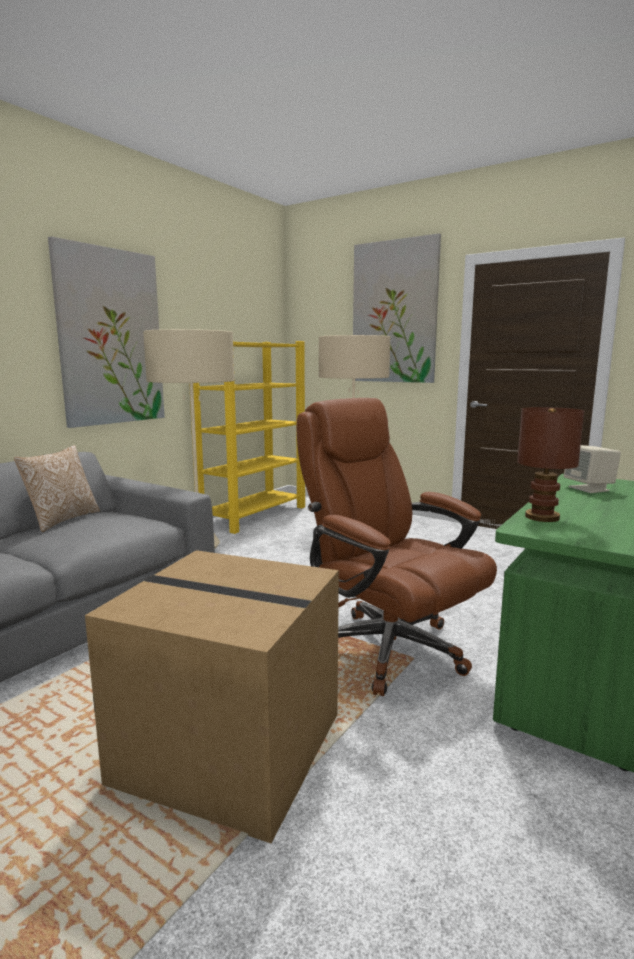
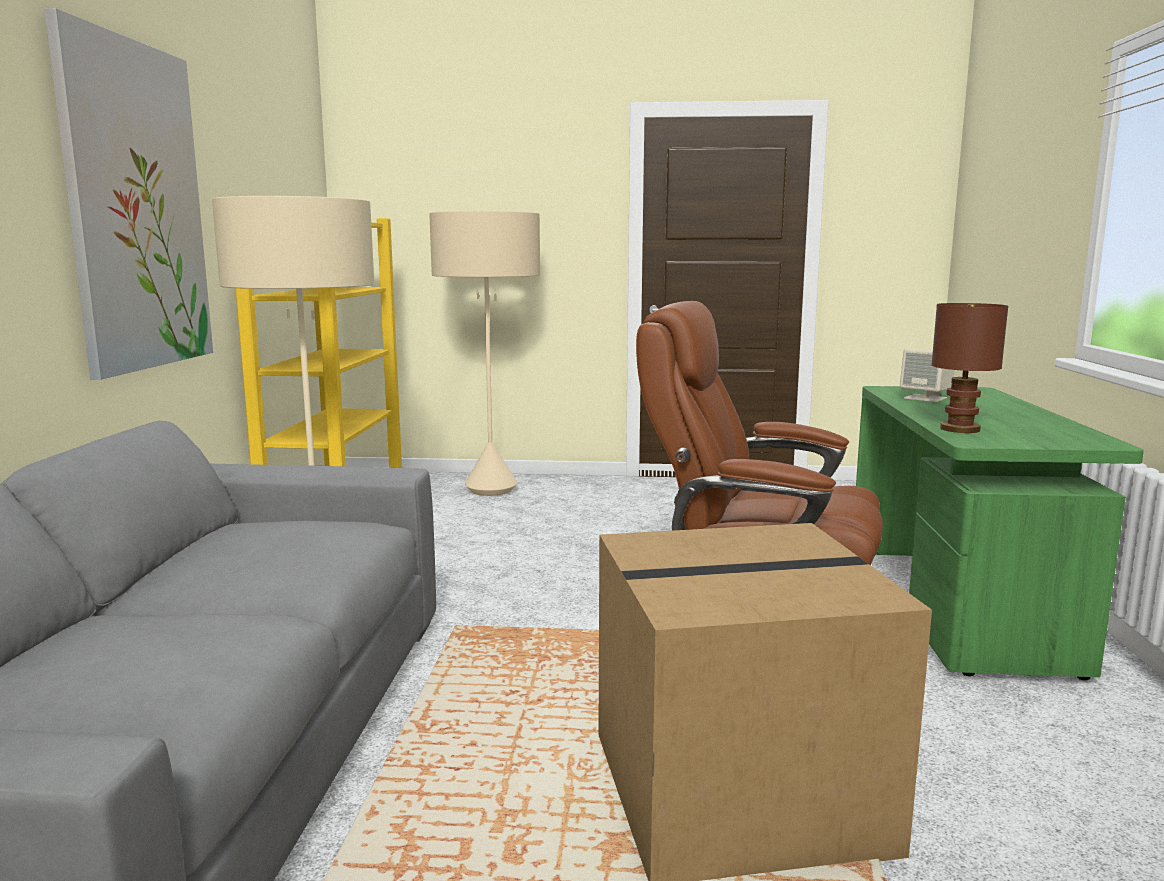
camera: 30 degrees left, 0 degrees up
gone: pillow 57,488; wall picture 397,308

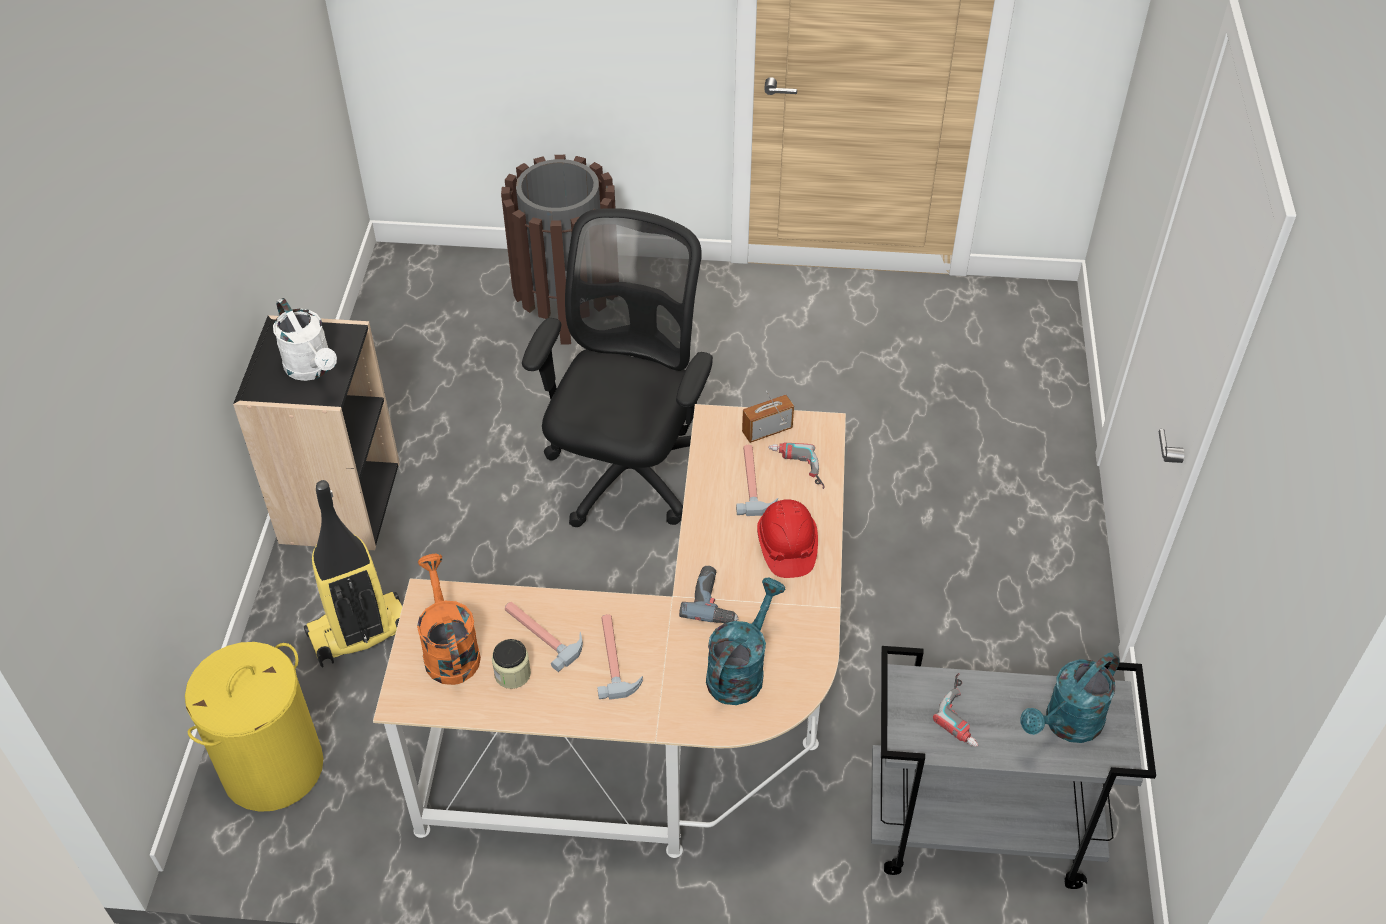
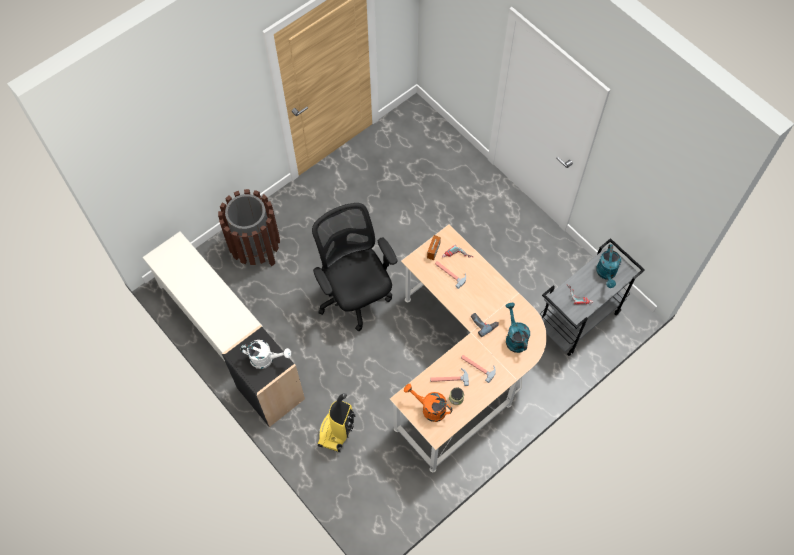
camera: 45 degrees left, 15 degrees up
gone: washing basket/yellow 254,727; work helmet/red 787,539
new: shoe rack/whitish 202,296

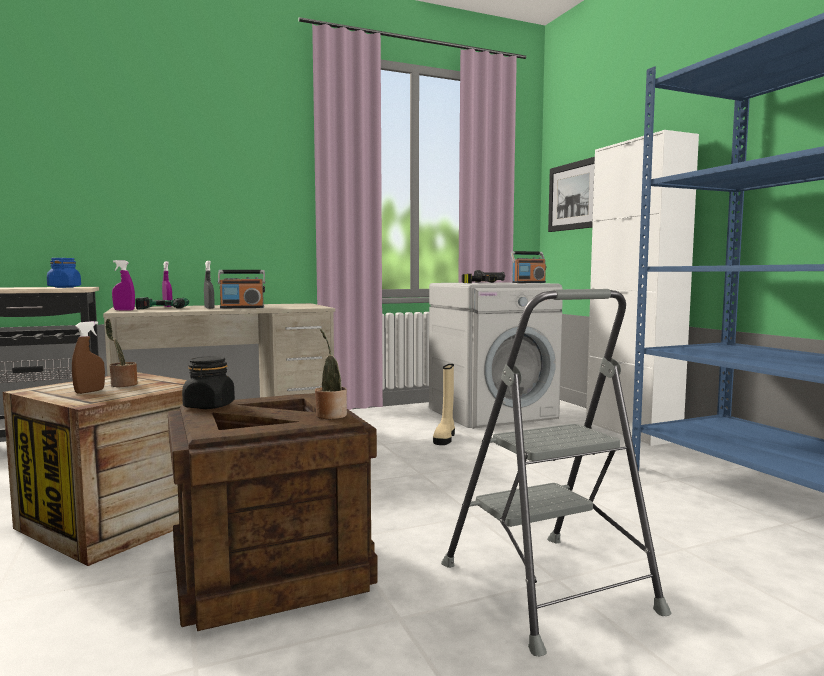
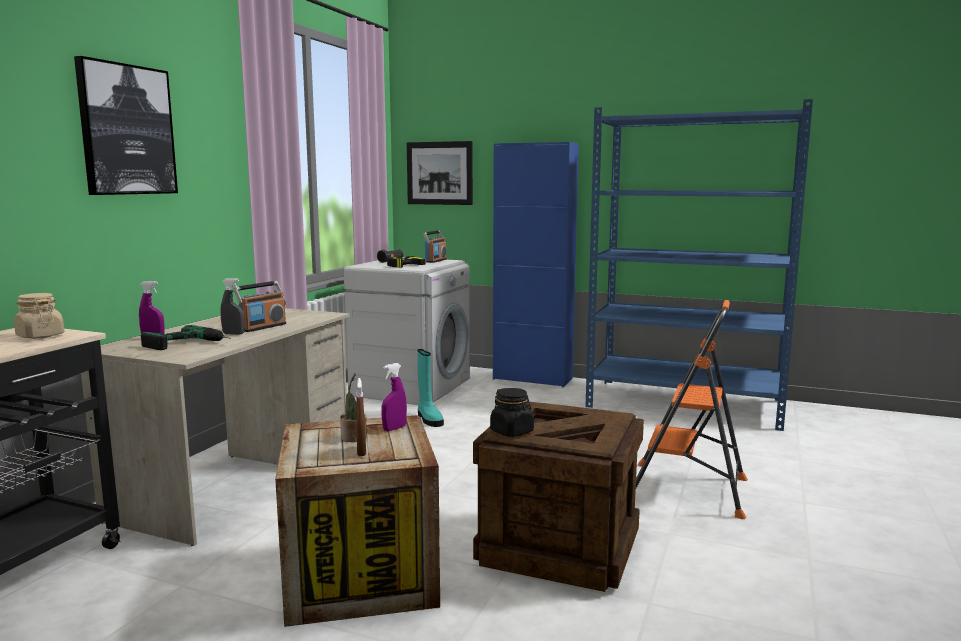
camera: 45 degrees left, 5 degrees up
gone: houseplant 331,374
new: wall picture 126,125
shifted: hand sprayer/purple-coloured 123,285 to 394,397
repainted: jar/blue-coloured 64,273 to jar/sand-coloured 39,316; tall boot/sand-coloured 444,404 to tall boot/turquoise 431,388; storage cabinet/whitish 642,288 to storage cabinet/blue-coloured 536,264; stepladder/greyish 556,472 to stepladder/orange 692,409

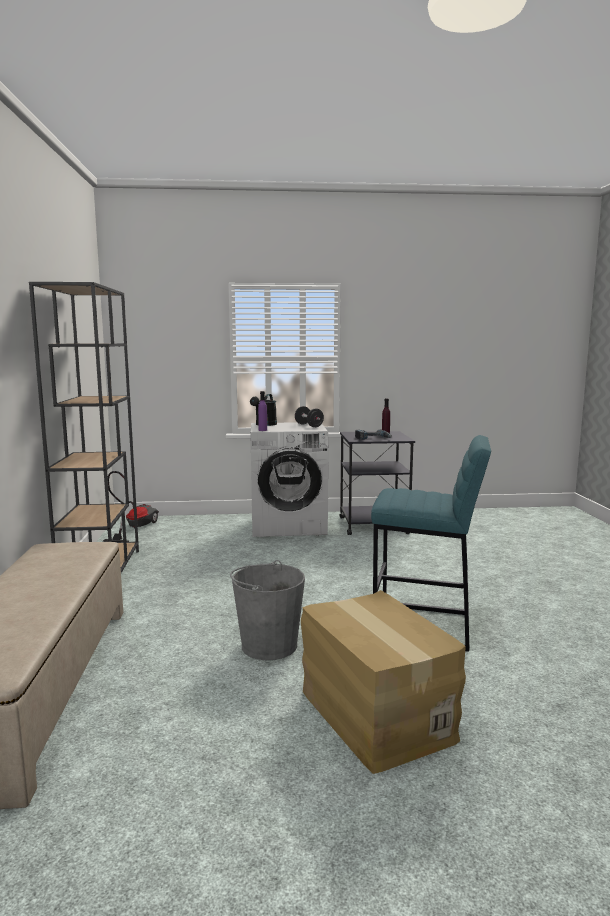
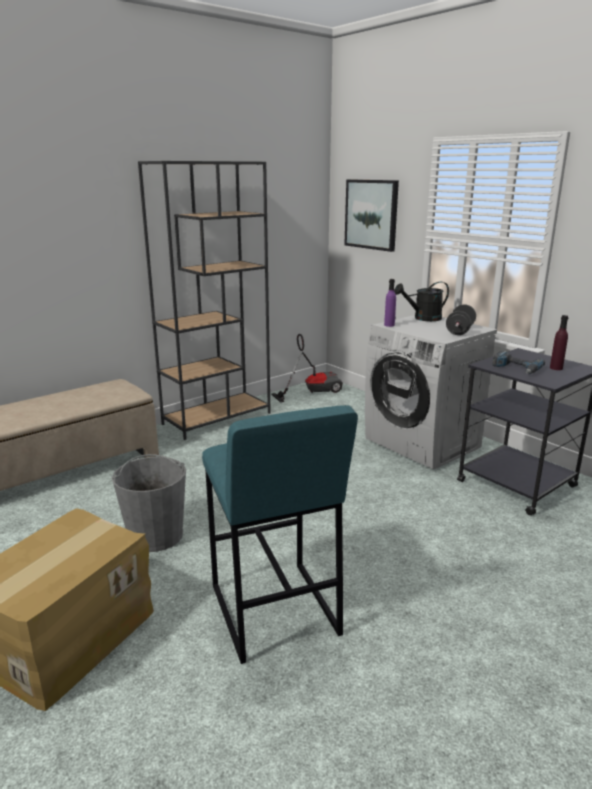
camera: 55 degrees right, 10 degrees up
new: wall picture 371,215

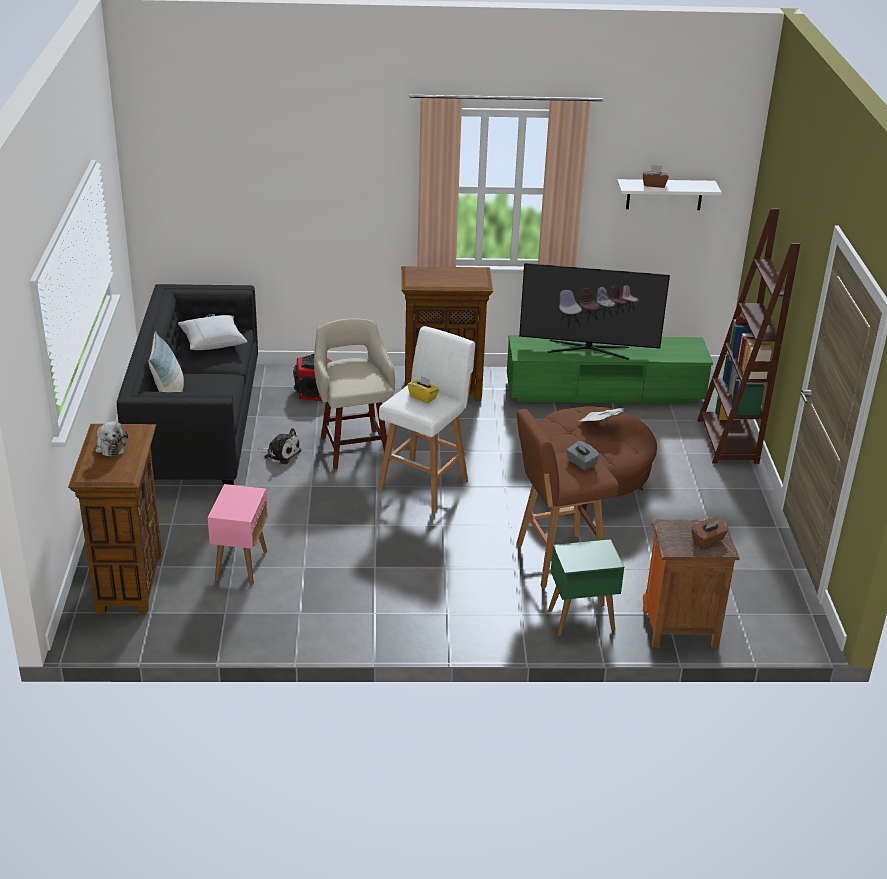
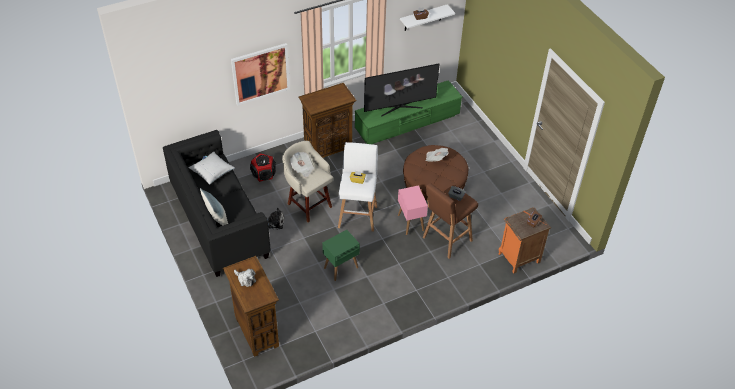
camera: 25 degrees left, 15 degrees up
gone: bookcase/brown 748,336
new: wall picture 260,74; printed paper 302,164
shifted: accent table/green-coloured 586,587 to 341,255; accent table/pinkish 238,535 to 413,210

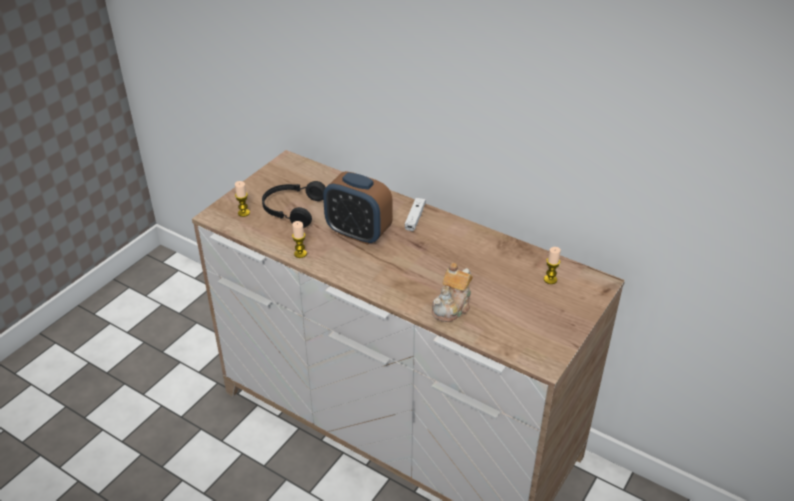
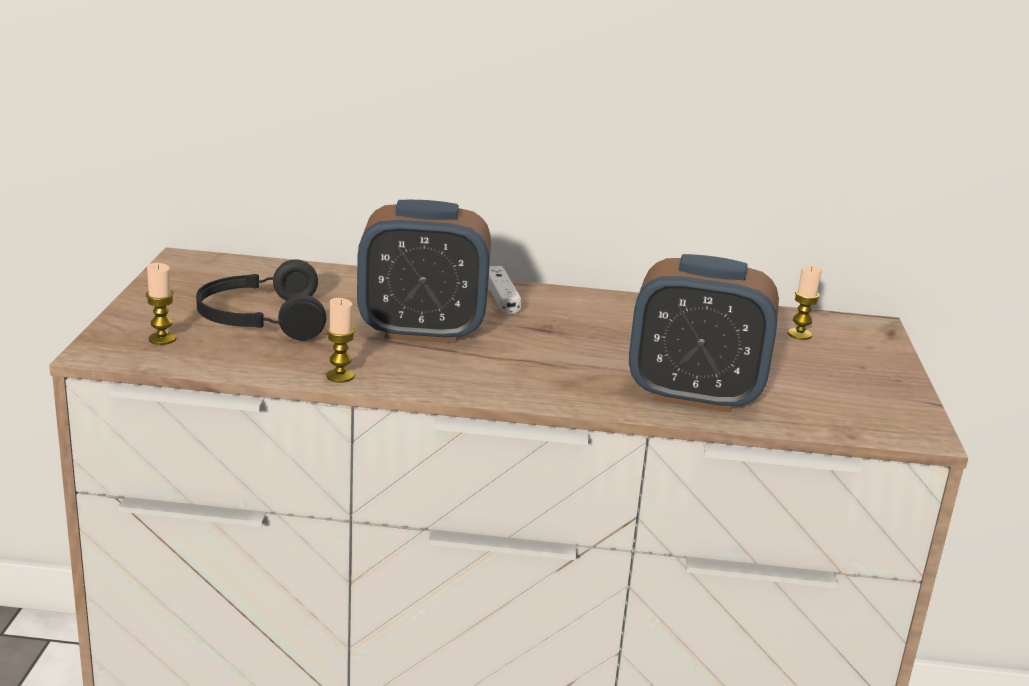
camera: 30 degrees left, 15 degrees down
swapped: teapot 452,292 to alarm clock 704,333

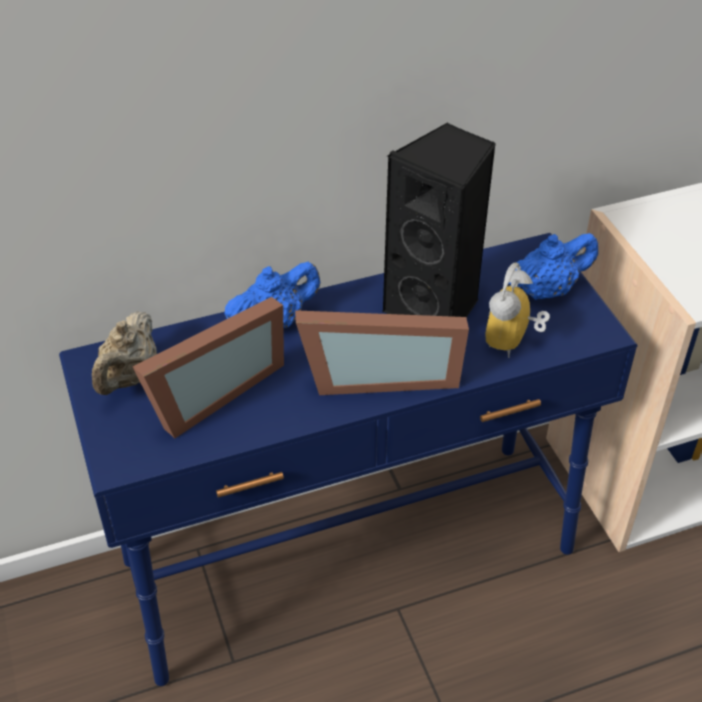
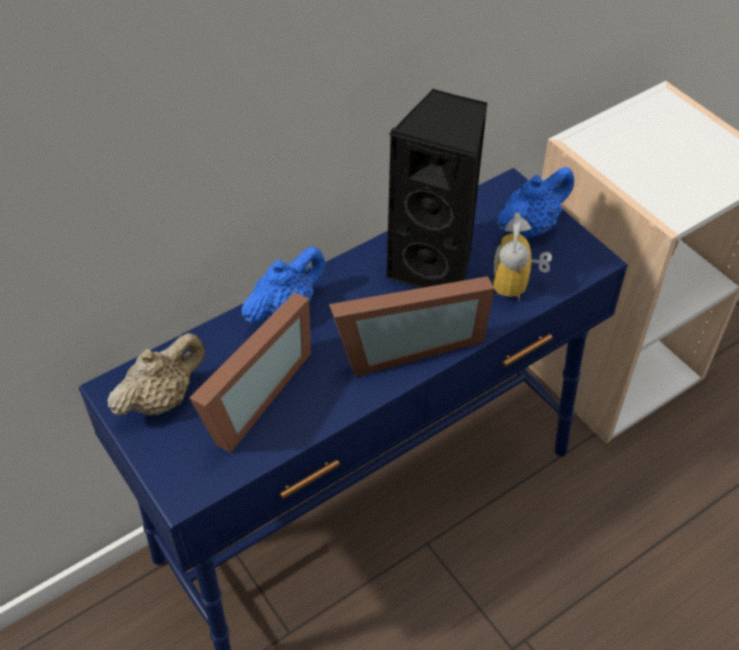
camera: 15 degrees left, 5 degrees up
rotated: teapot/sand-coloured 124,353 = 156,374 135 degrees counterclockwise

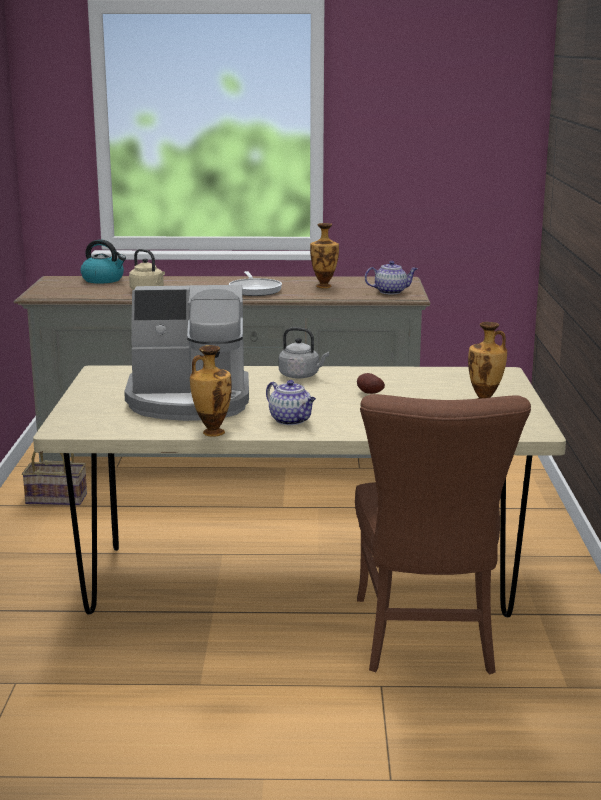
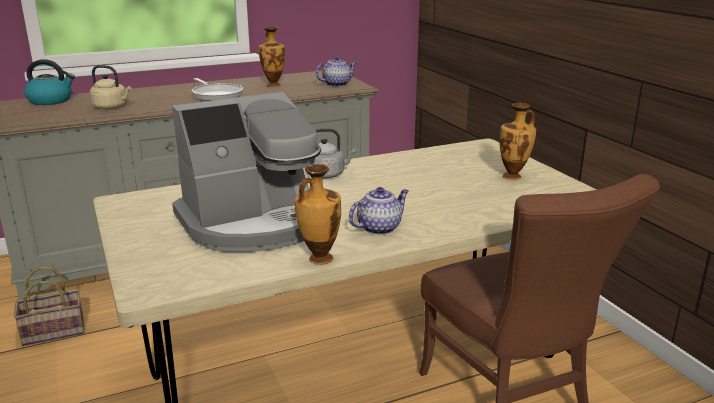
camera: 25 degrees left, 5 degrees up
gone: whole potato 371,383
rotated: teapot 291,402 = 379,211 60 degrees counterclockwise

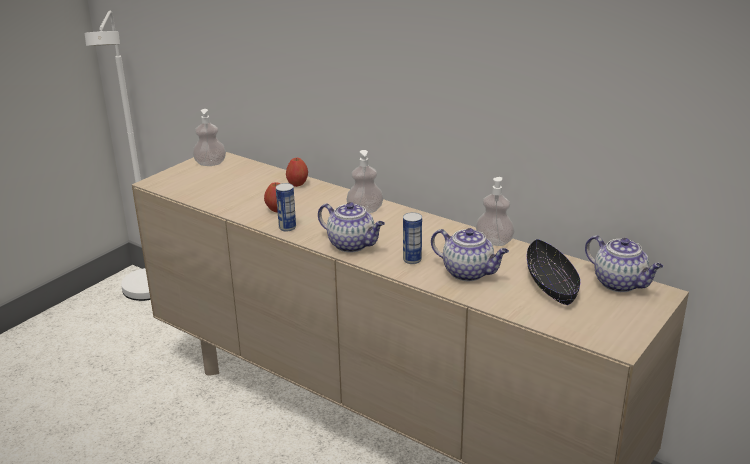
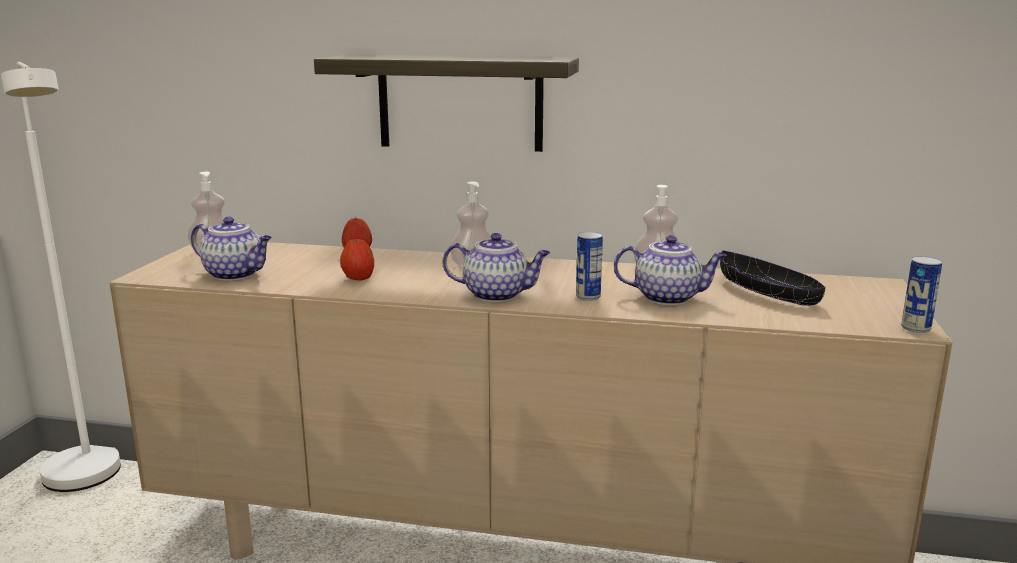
camera: 25 degrees left, 10 degrees down
new: bracket shelf 446,103
shifted: teapot 624,263 to 231,249; metal can 286,207 to 922,294

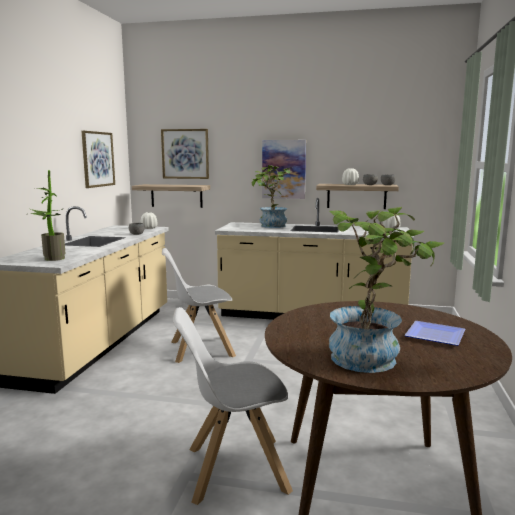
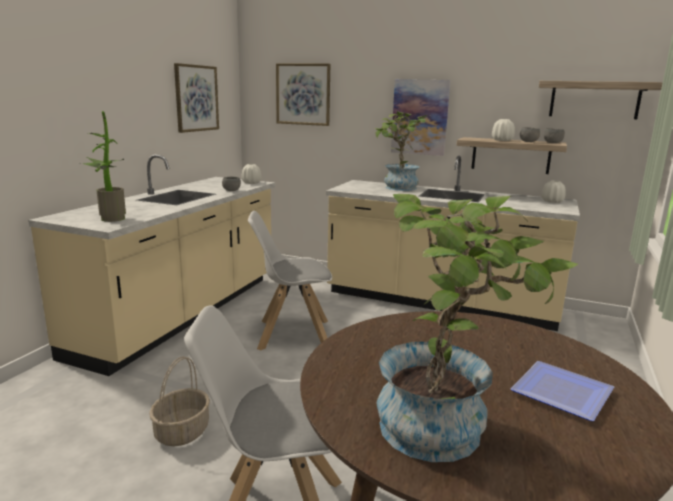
camera: 10 degrees right, 5 degrees up
new: basket 179,401
shifted: bracket shelf 171,196 to 601,100

